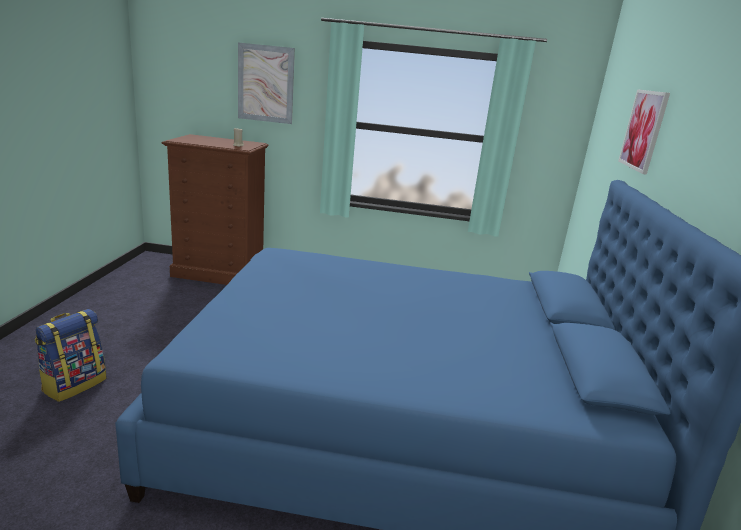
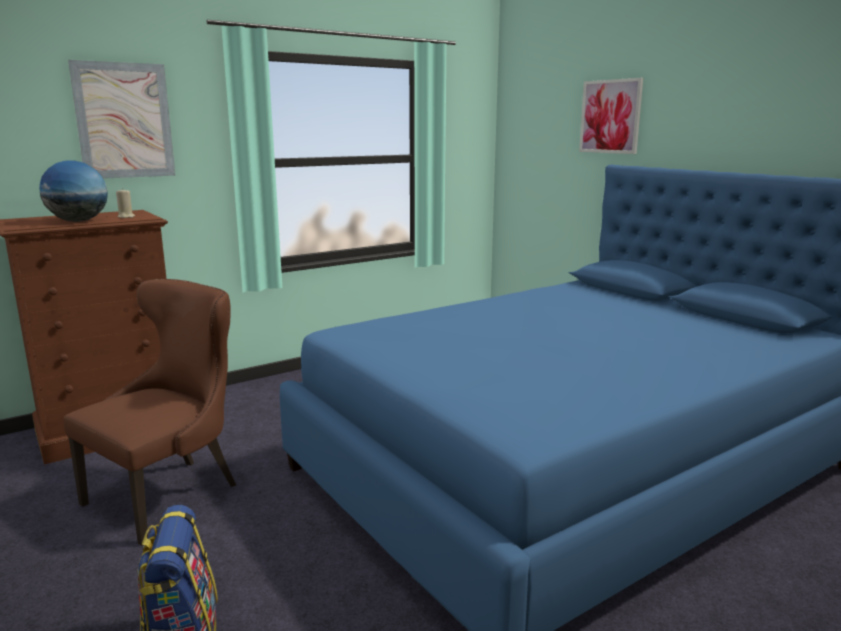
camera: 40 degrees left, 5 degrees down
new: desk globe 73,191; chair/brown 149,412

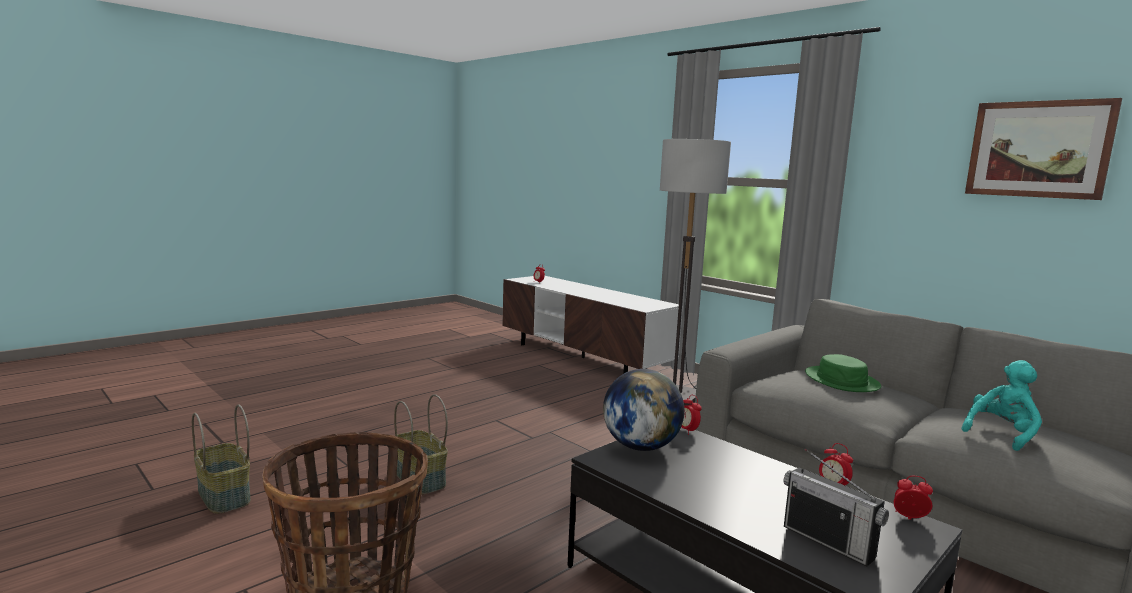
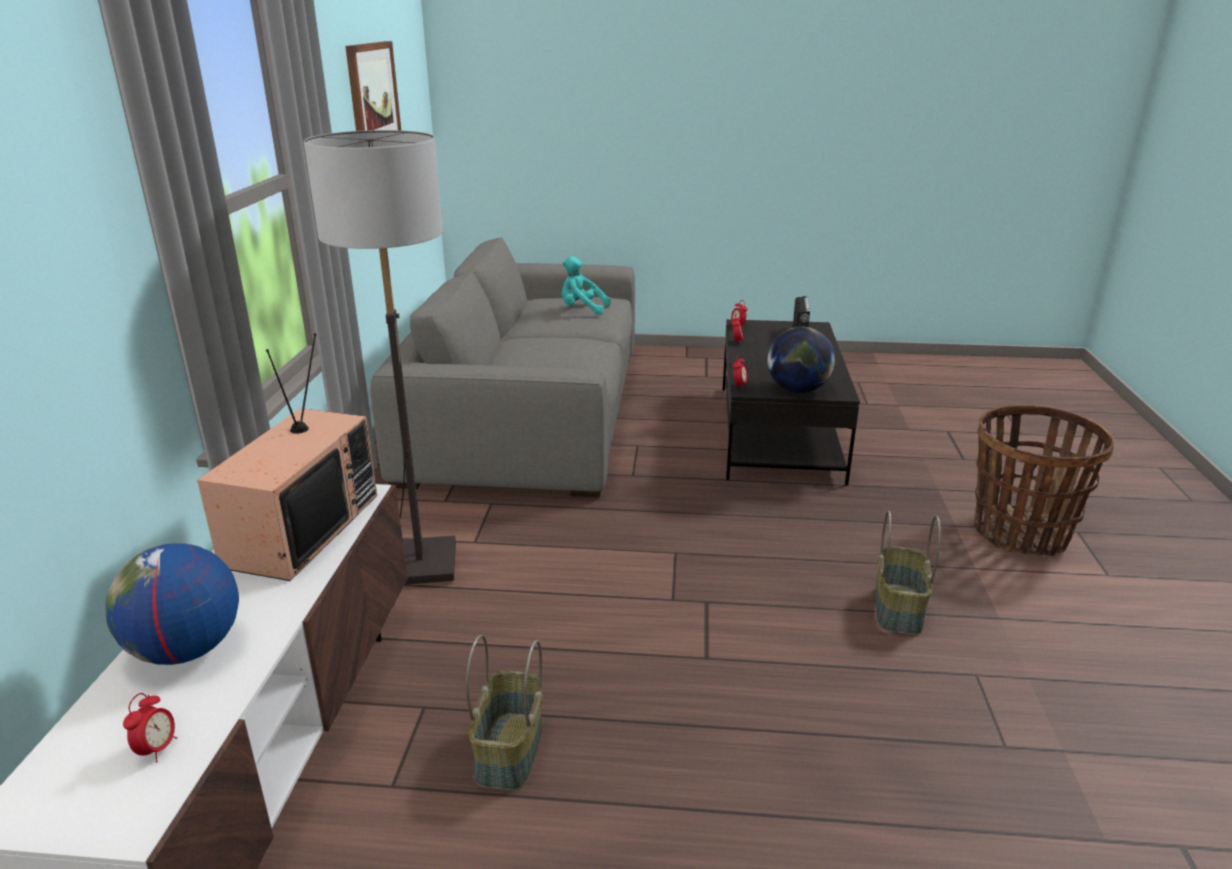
camera: 130 degrees left, 15 degrees up
gone: clothing hat/green-coloured 843,373
new: desk globe 172,604; TV set 287,457
shifted: basket 221,459 to 504,713

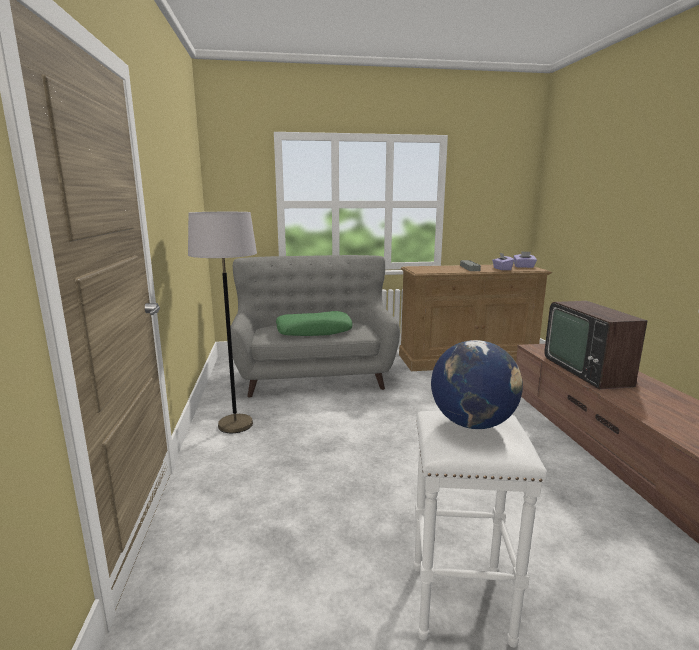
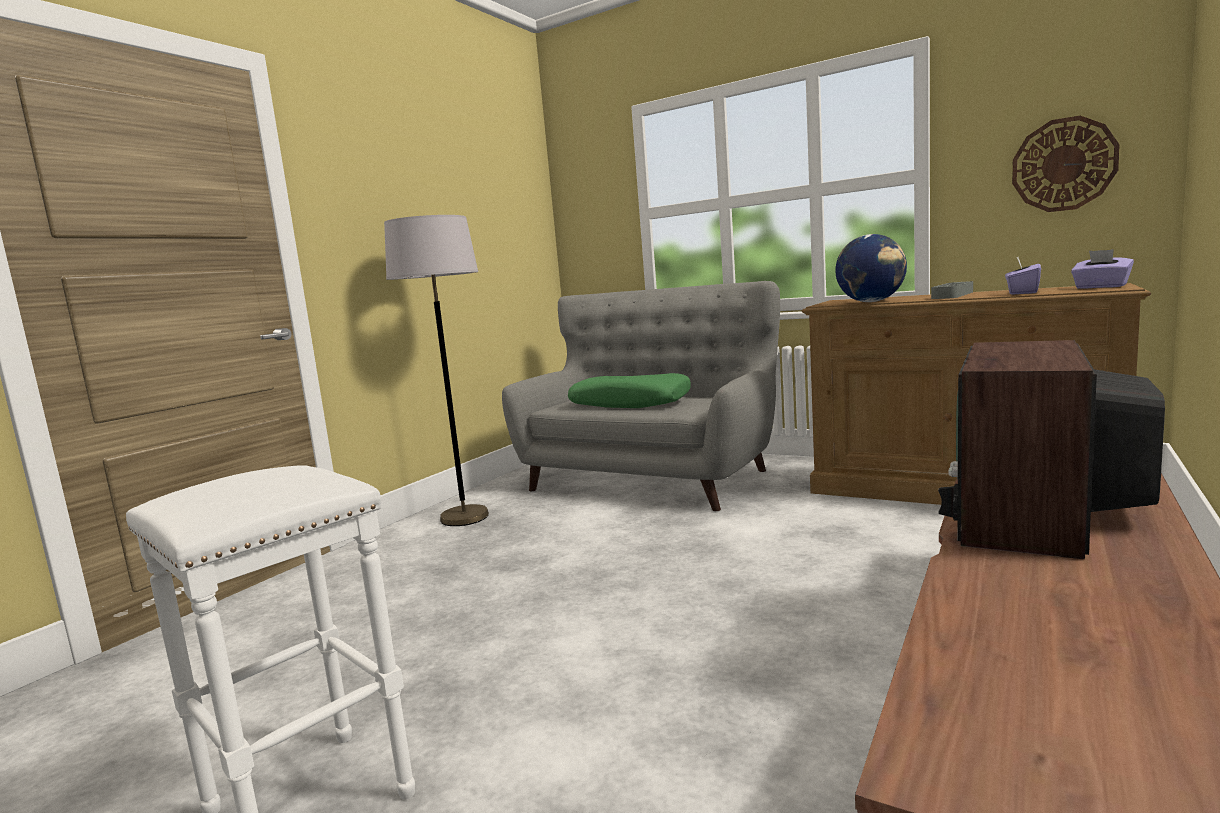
camera: 40 degrees right, 5 degrees down
new: wall clock 1066,164
shifted: desk globe 477,384 to 871,268

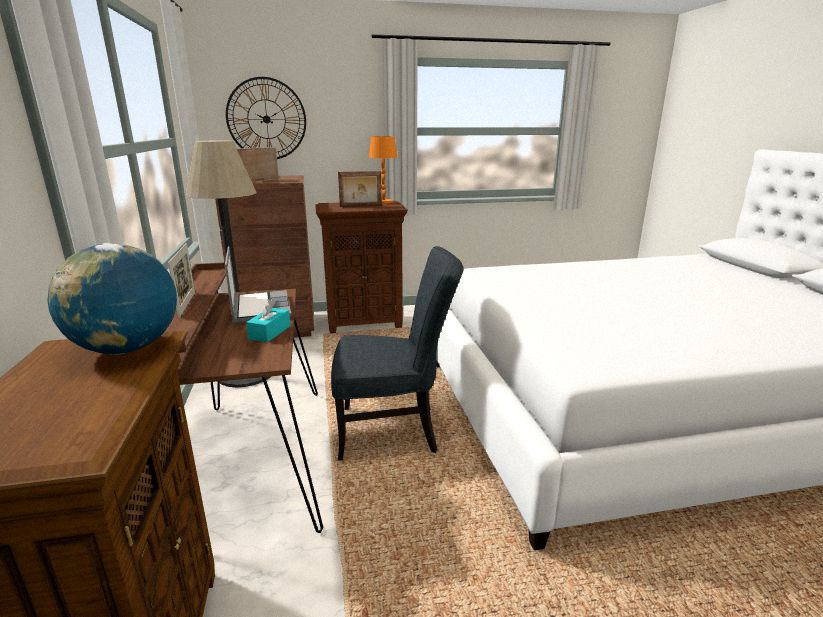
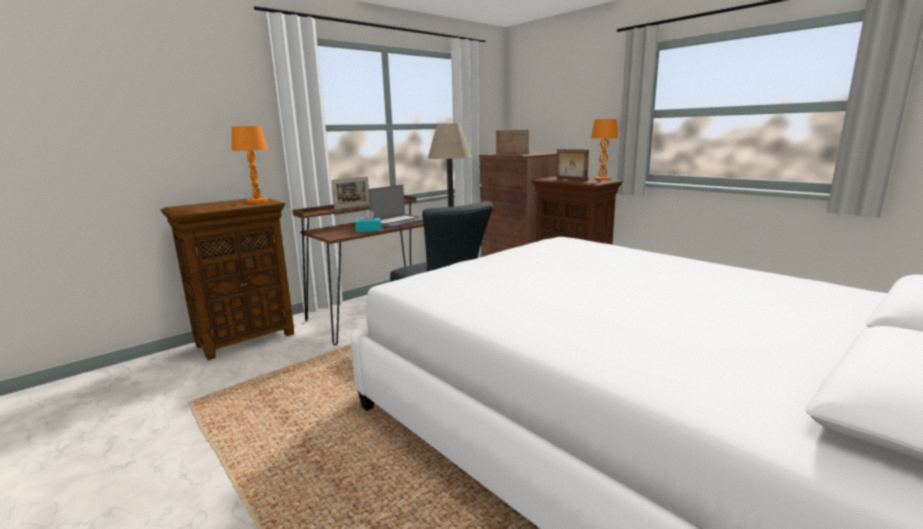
camera: 60 degrees right, 5 degrees down
gone: wall clock 266,118
swapped: desk globe 112,298 to lamp for a table/orange 250,164

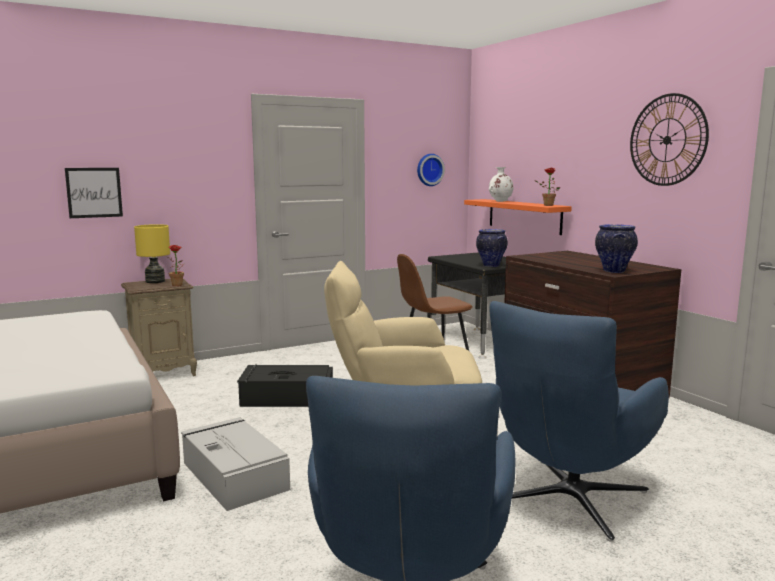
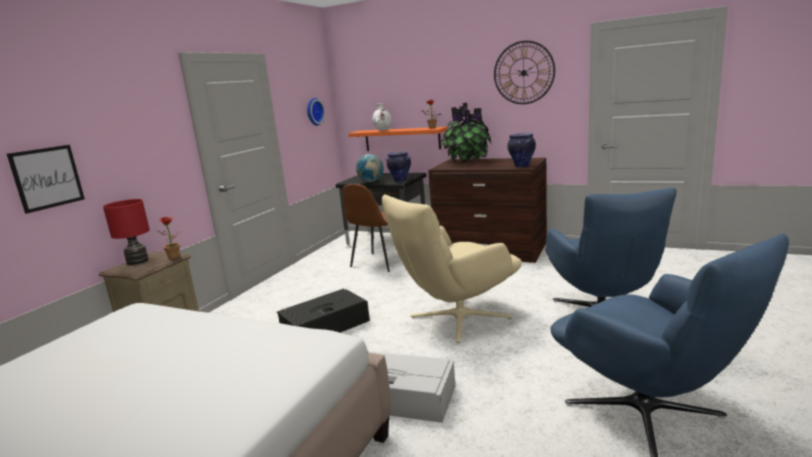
camera: 35 degrees left, 5 degrees up
new: desk globe 370,168; houseplant 466,133
repainted: lamp for a table/yellow 152,253 to lamp for a table/red 126,232

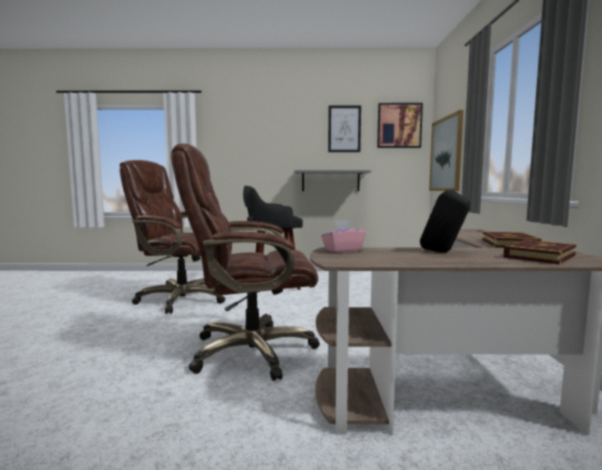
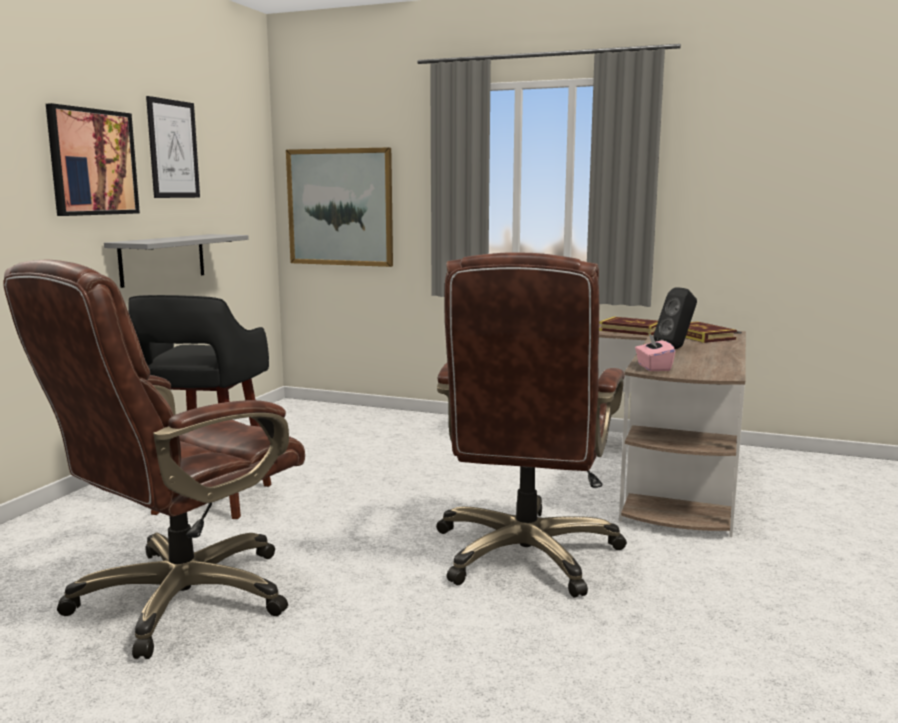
camera: 70 degrees left, 5 degrees up
shifted: wall picture 400,125 to 93,159

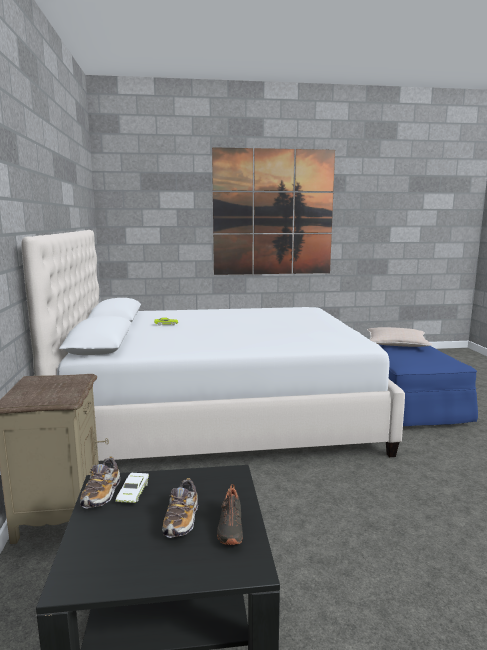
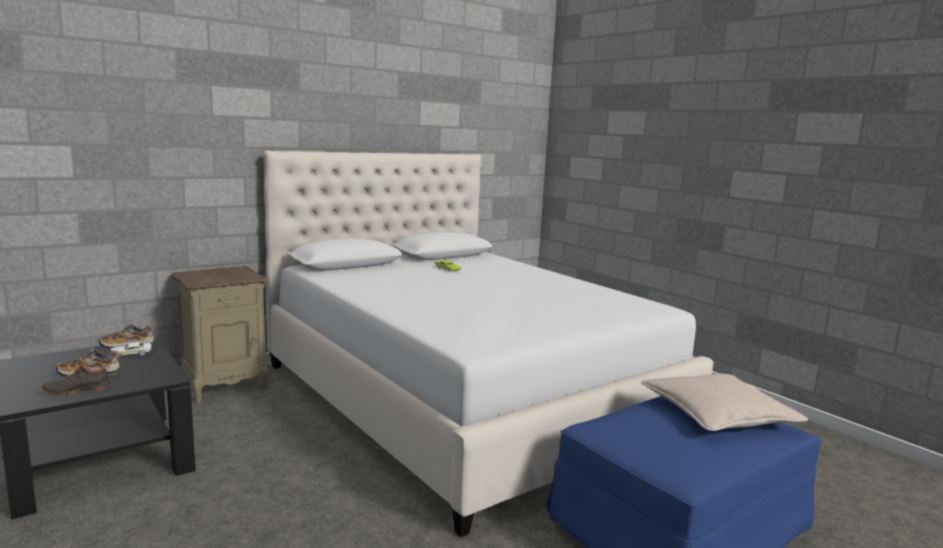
camera: 60 degrees right, 0 degrees up
gone: wall picture 273,211

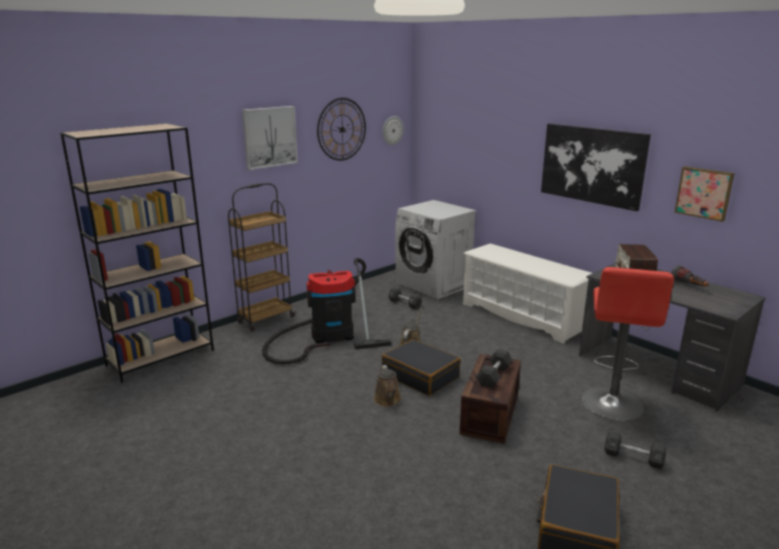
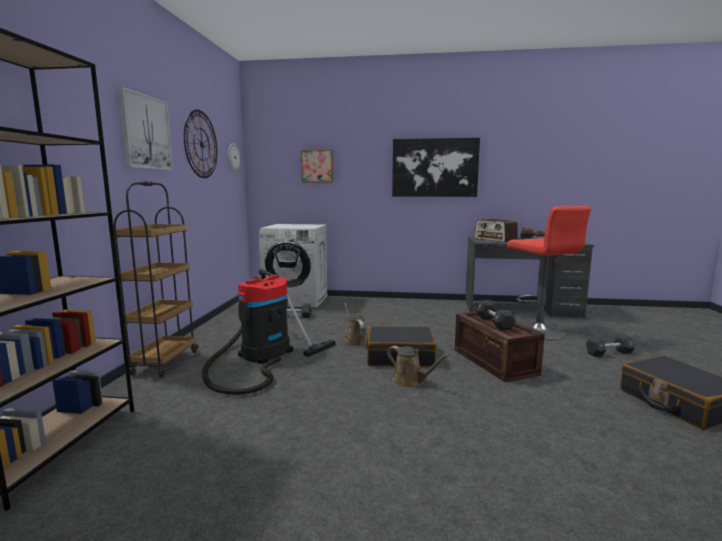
camera: 40 degrees left, 10 degrees down
gone: shoe rack/whitish 527,293
shifted: wall picture 705,194 to 317,166

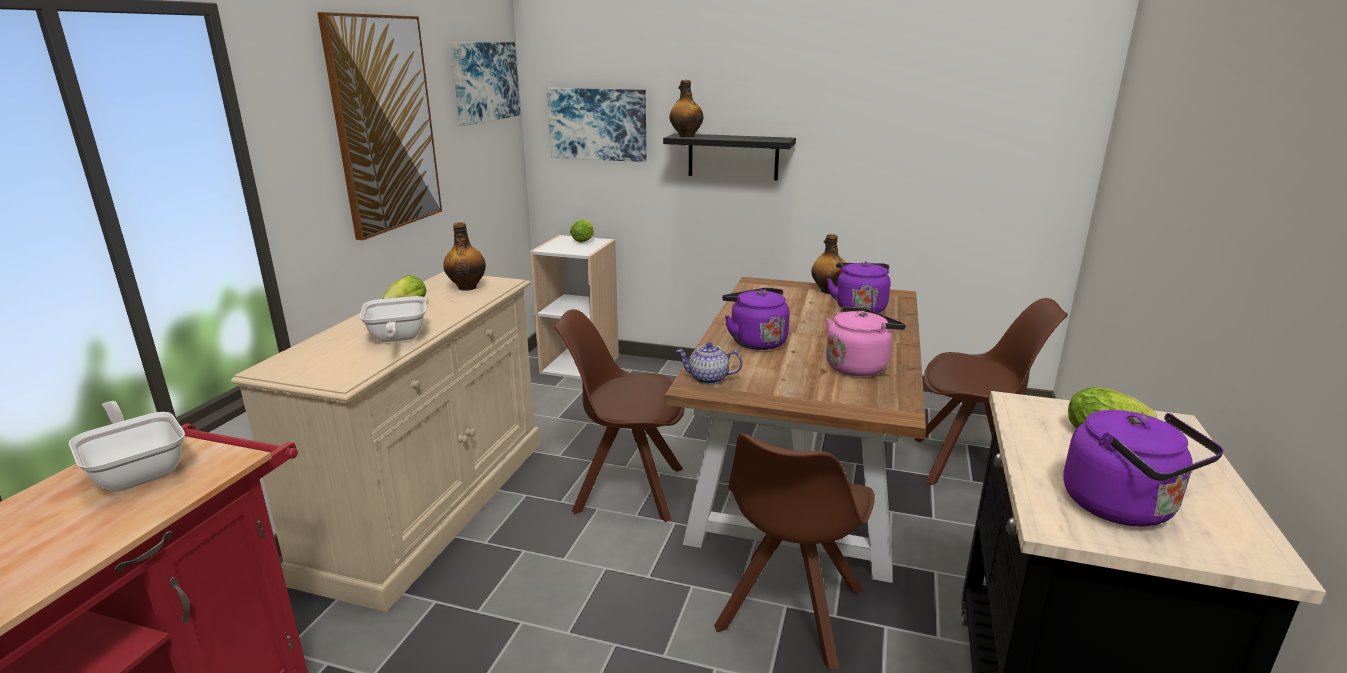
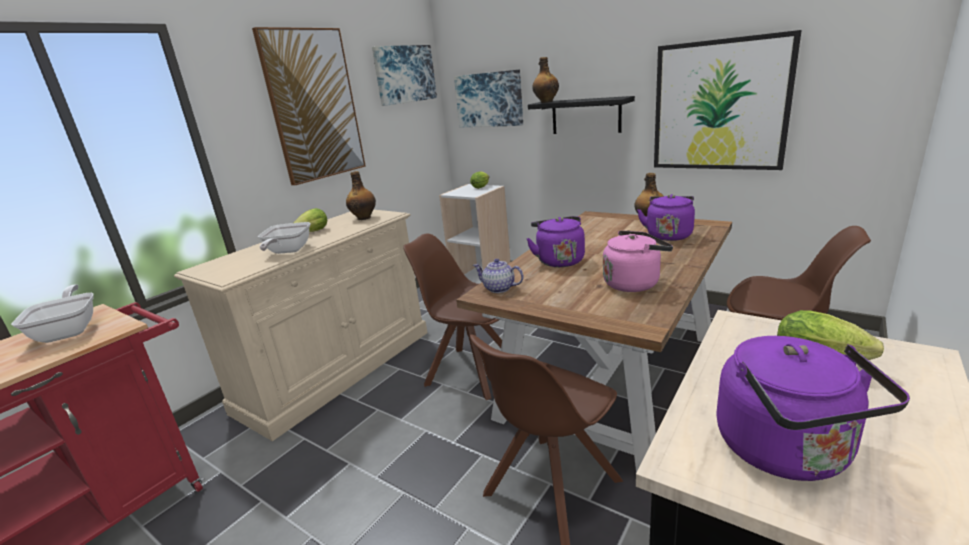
camera: 20 degrees right, 0 degrees up
new: wall picture 728,100

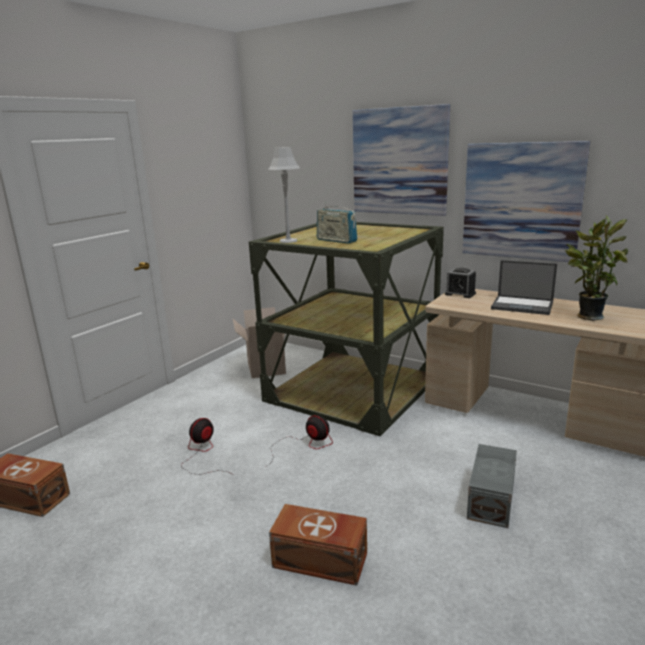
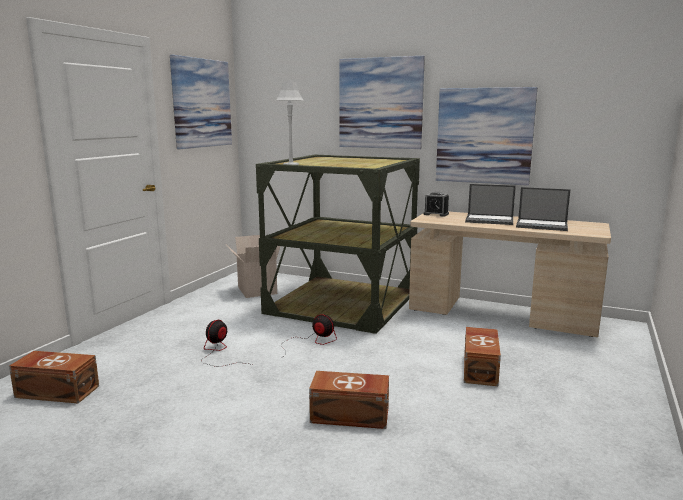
camera: 10 degrees left, 5 degrees down
gone: radio set 337,223
new: wall picture 201,102
swapped: houseplant 596,268 to laptop 543,209
repainted: storage box/greyish 492,486 to storage box/brown 482,356

